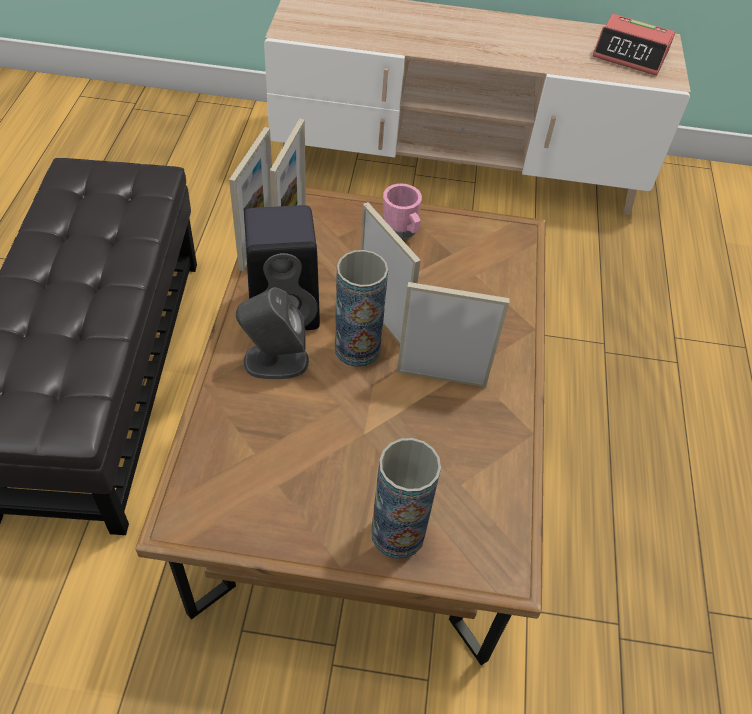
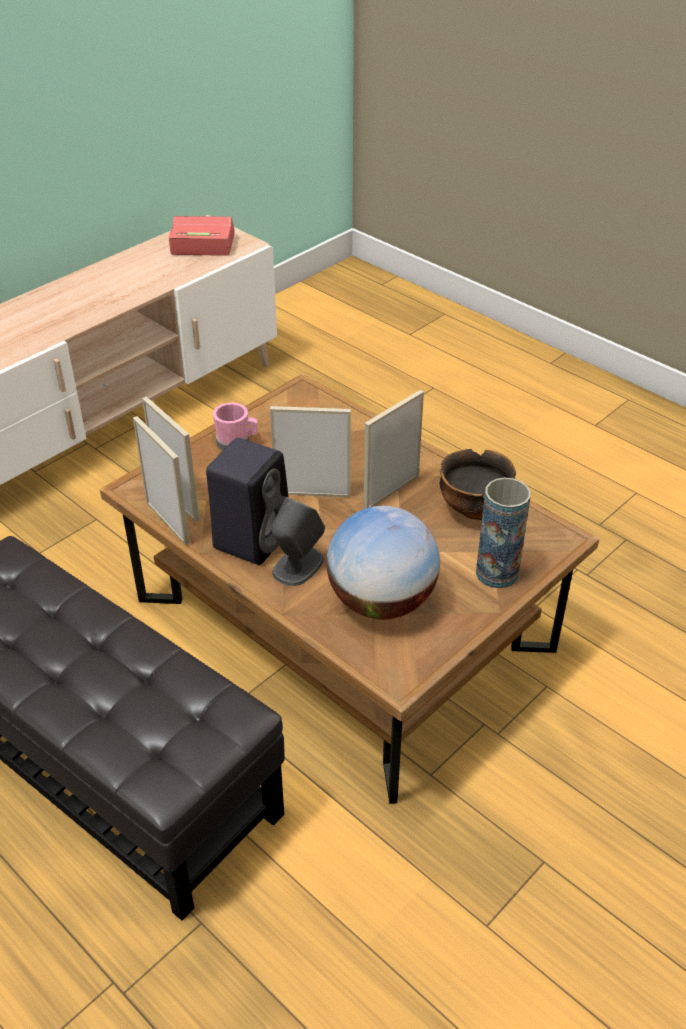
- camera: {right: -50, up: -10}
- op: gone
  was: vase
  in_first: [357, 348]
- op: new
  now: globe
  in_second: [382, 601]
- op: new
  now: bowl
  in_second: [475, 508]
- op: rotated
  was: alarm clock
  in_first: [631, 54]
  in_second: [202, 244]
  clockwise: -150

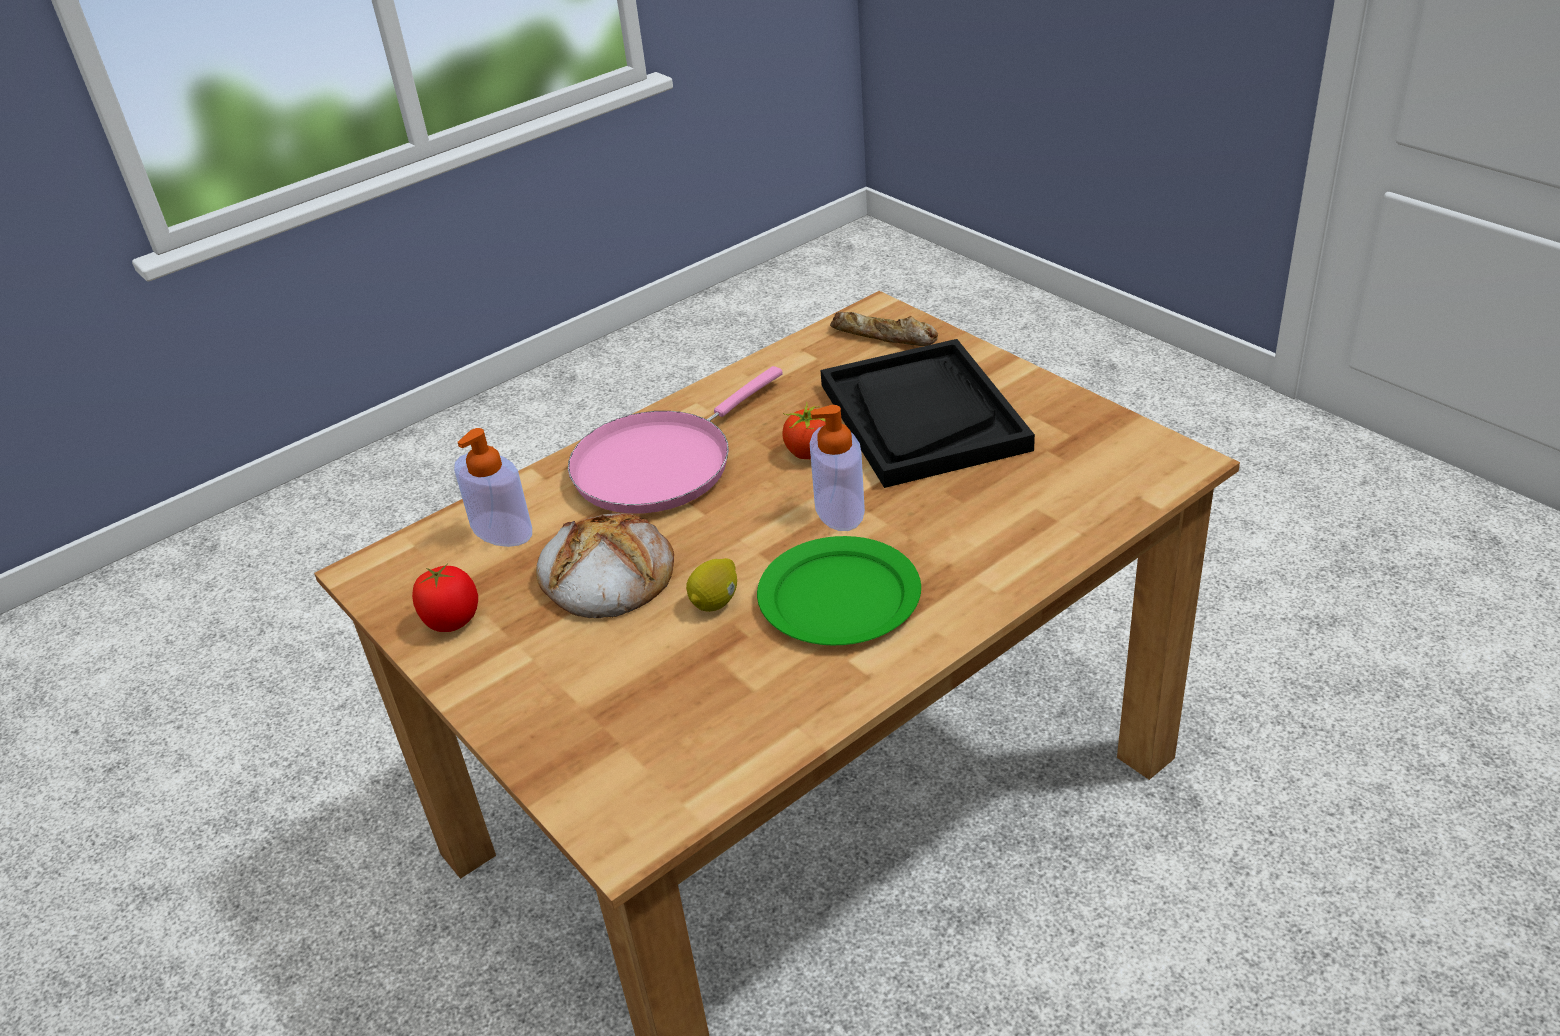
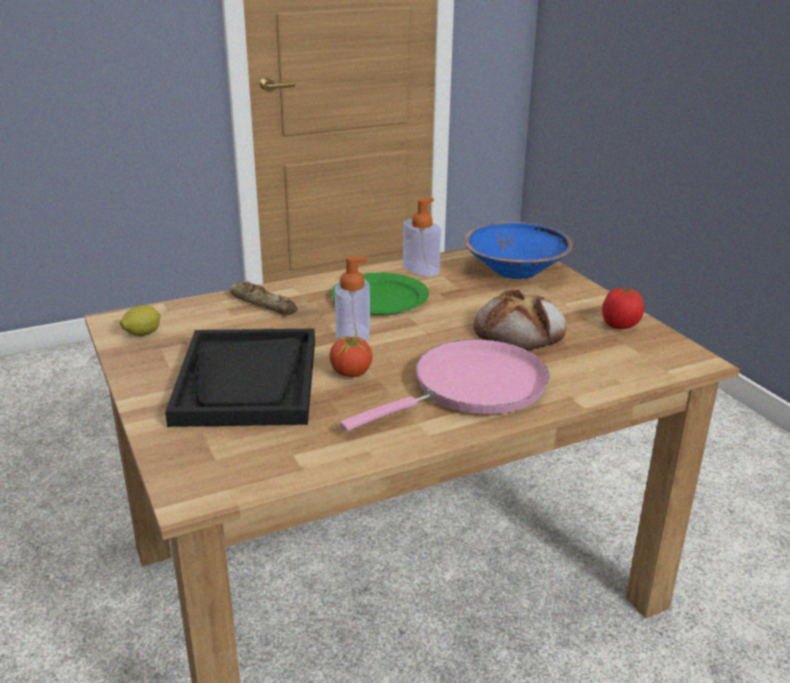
- camera: {right: -170, up: -10}
- op: new
  now: blue bowl
  in_second: [516, 271]
- op: shifted
  was: soap dispenser
  in_first: [501, 529]
  in_second: [421, 269]
- op: shifted
  was: lemon
  in_first: [715, 602]
  in_second: [142, 334]
- op: shifted
  was: bread
  in_first: [884, 336]
  in_second: [263, 304]

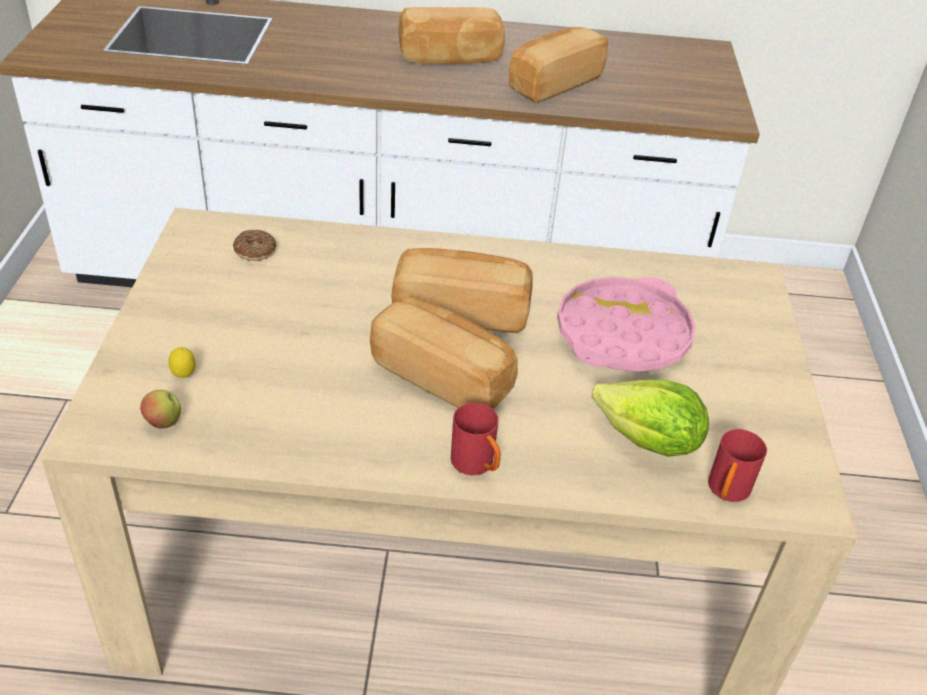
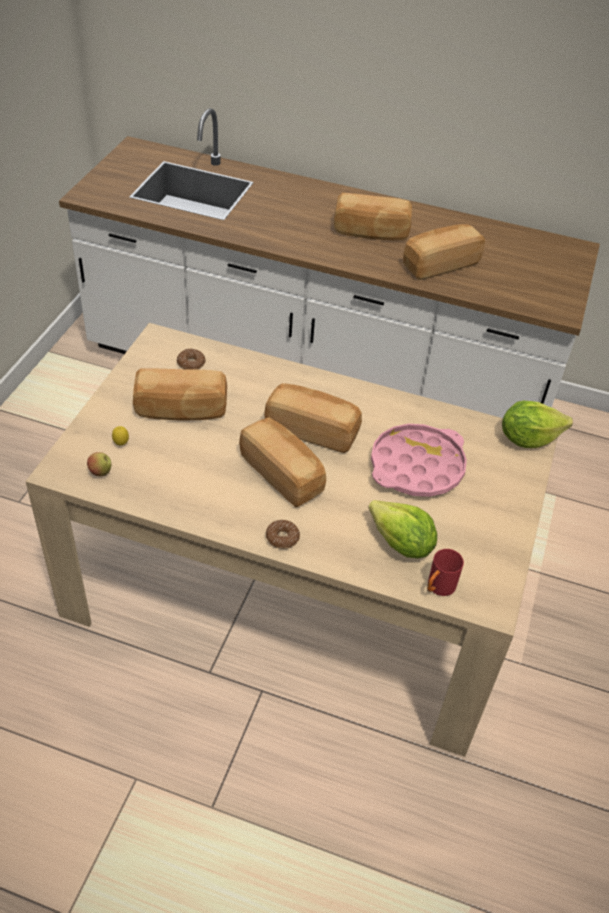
- camera: {right: 15, up: 5}
- op: new
  now: bread
  in_second: [181, 410]
- op: new
  now: lettuce
  in_second: [528, 438]
- op: swapped
  was: red mug
  now: donut
  in_first: [477, 466]
  in_second: [282, 538]

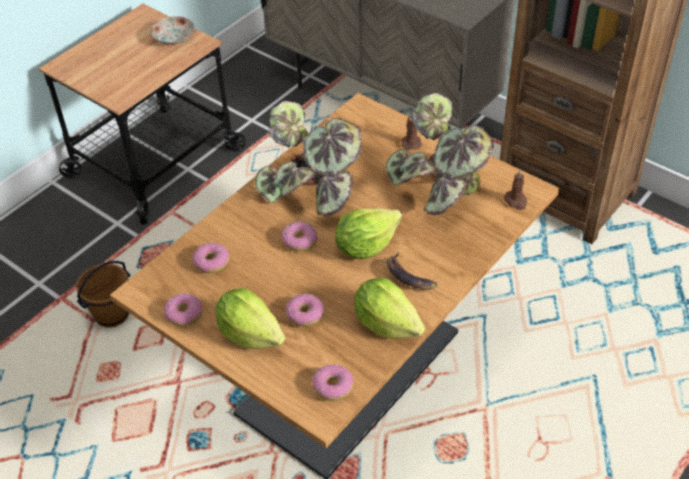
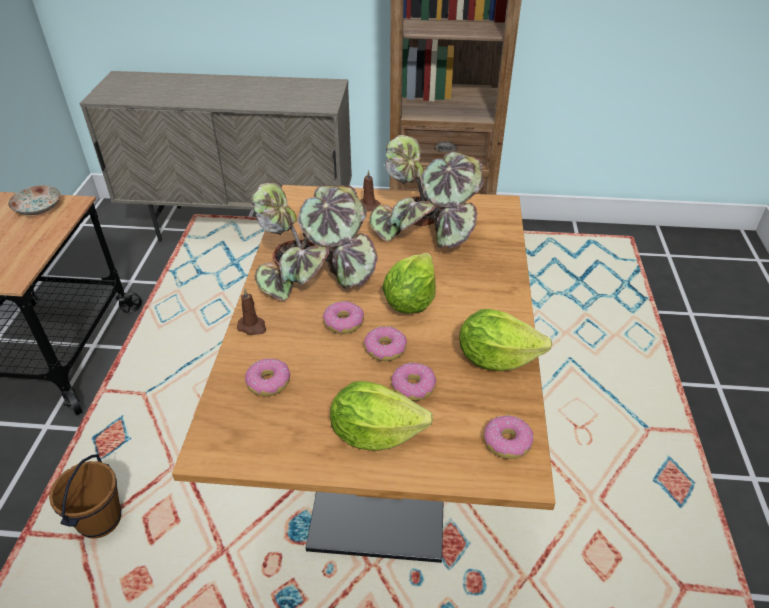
- camera: {right: -35, up: -5}
- op: gone
  was: banana
  in_first: [408, 276]
- op: shifted
  was: donut
  in_first: [184, 314]
  in_second: [385, 349]
- op: shifted
  was: brown candle
  in_first: [516, 201]
  in_second: [252, 327]

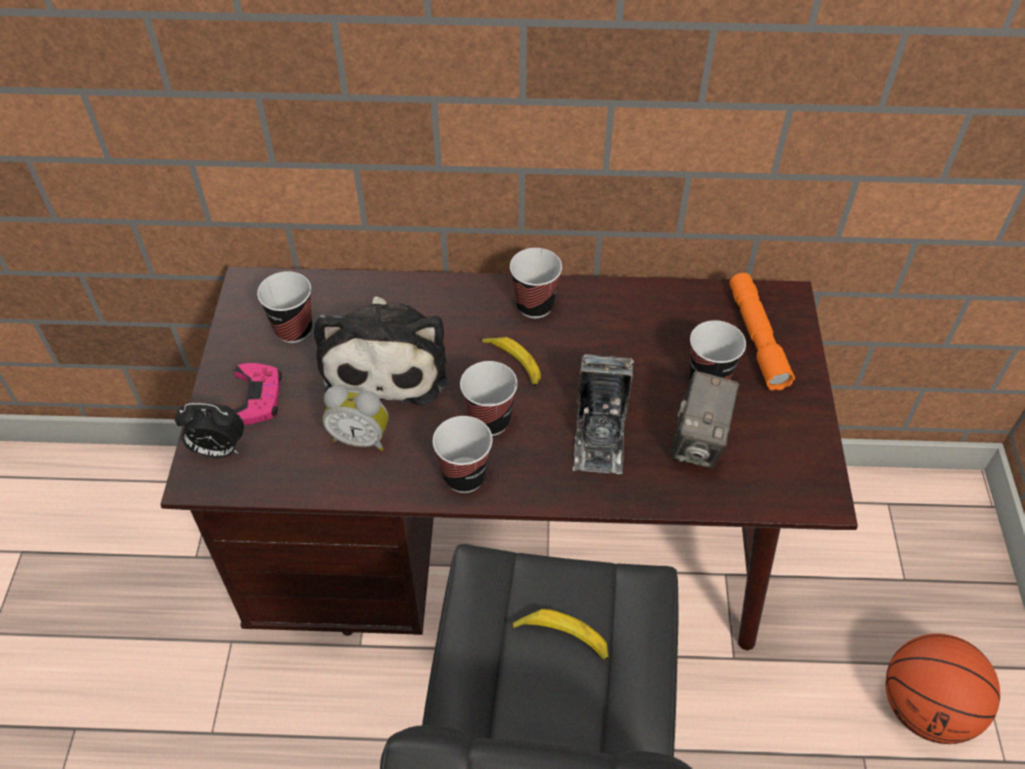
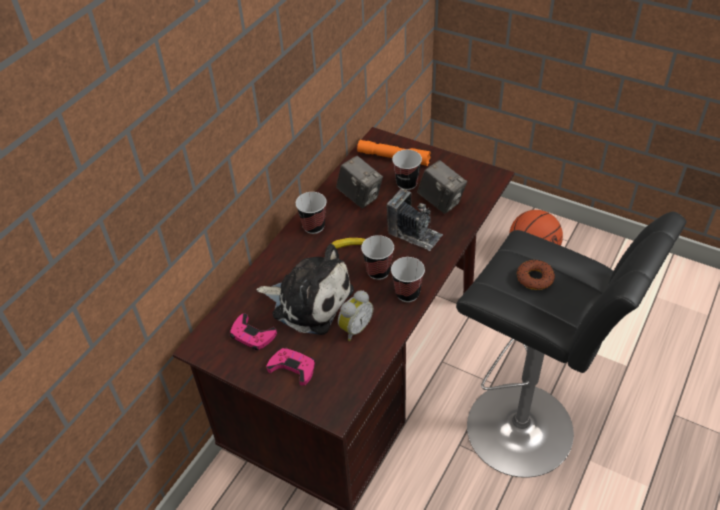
- camera: {right: -60, up: -5}
- op: gone
  was: alarm clock
  in_first: [218, 450]
- op: new
  now: photo camera
  in_second: [360, 196]
- op: swapped
  was: cup
  now: pink game controller
  in_first: [293, 329]
  in_second: [252, 335]
- op: swapped
  was: banana
  now: donut
  in_first: [562, 639]
  in_second: [534, 278]

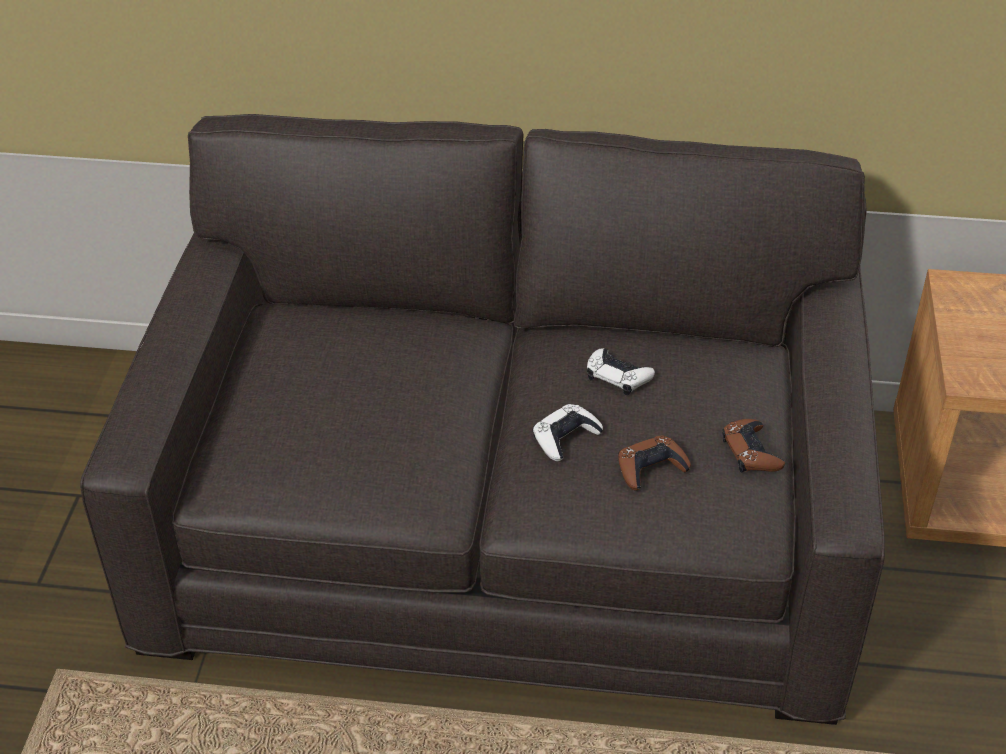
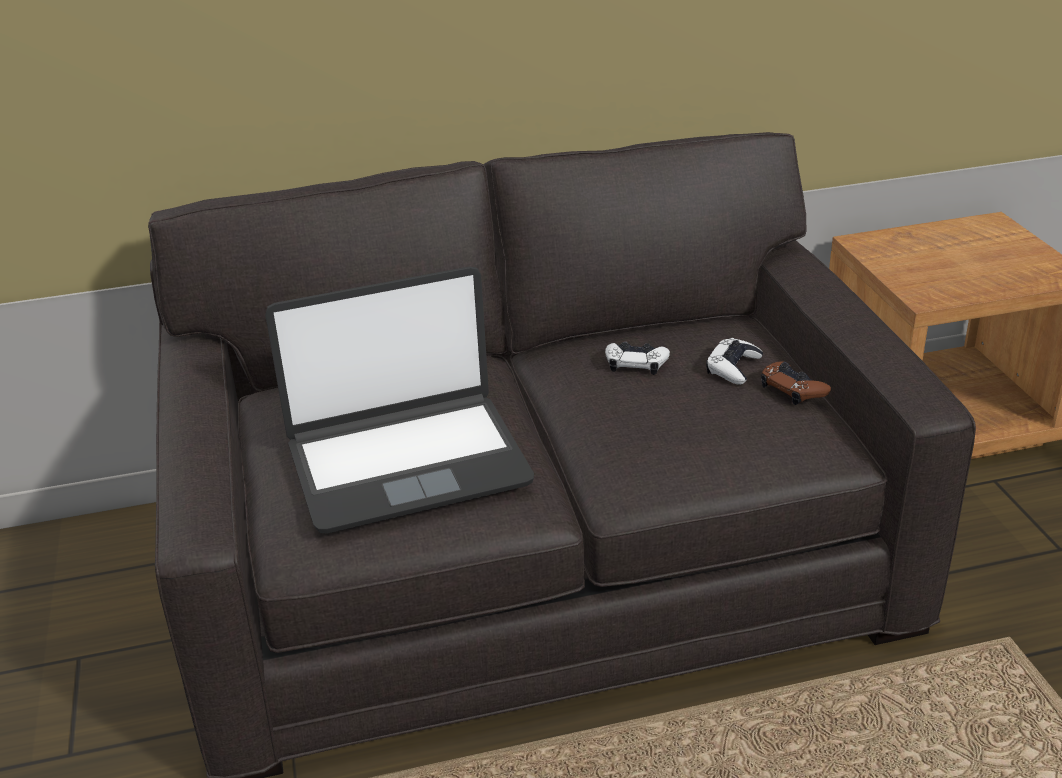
- camera: {right: -20, up: -10}
- op: gone
  was: brown game controller
  in_first: [651, 468]
- op: new
  now: laptop
  in_second: [407, 463]
- op: shifted
  was: white game controller
  in_first: [565, 437]
  in_second: [733, 367]

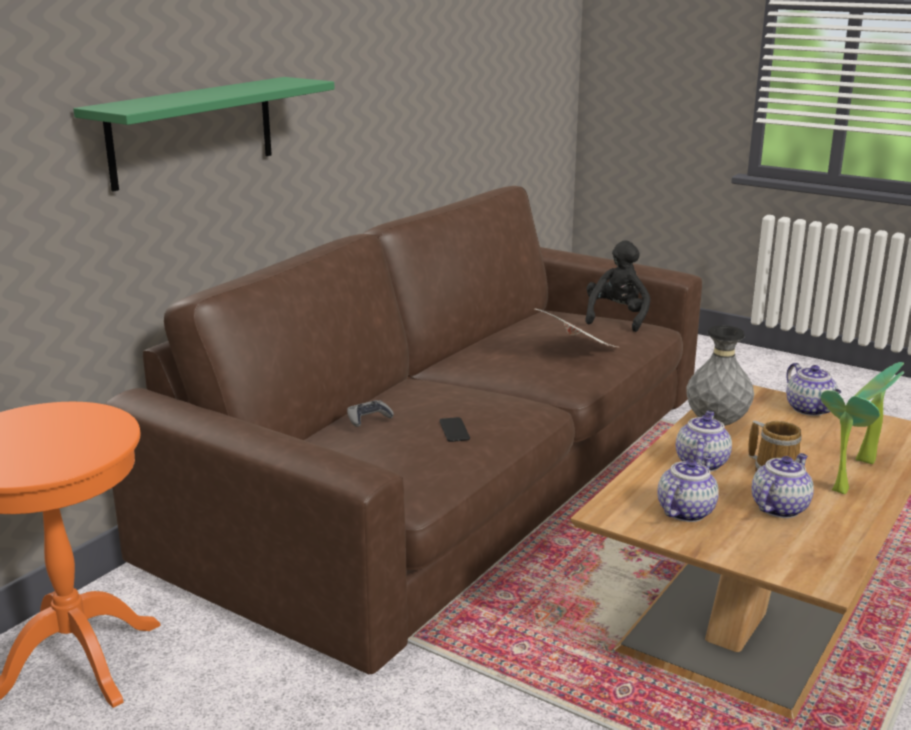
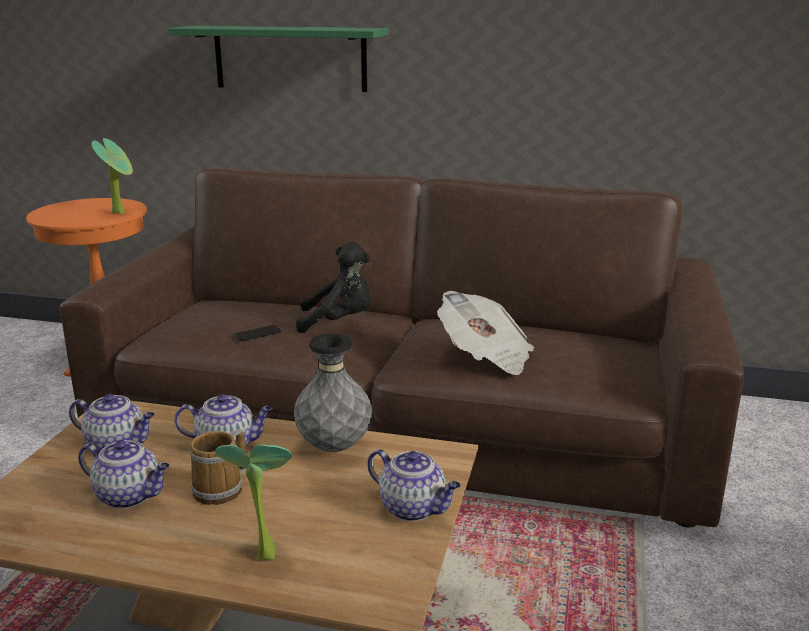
- camera: {right: 70, up: 0}
- op: gone
  was: grey game controller
  in_first: [368, 418]
- op: shifted
  was: black plush toy
  in_first: [617, 318]
  in_second: [339, 322]
- op: shifted
  was: potted plant
  in_first: [838, 488]
  in_second: [121, 212]
- op: rotated
  was: teapot
  in_first: [810, 409]
  in_second: [414, 508]
  clockwise: -105

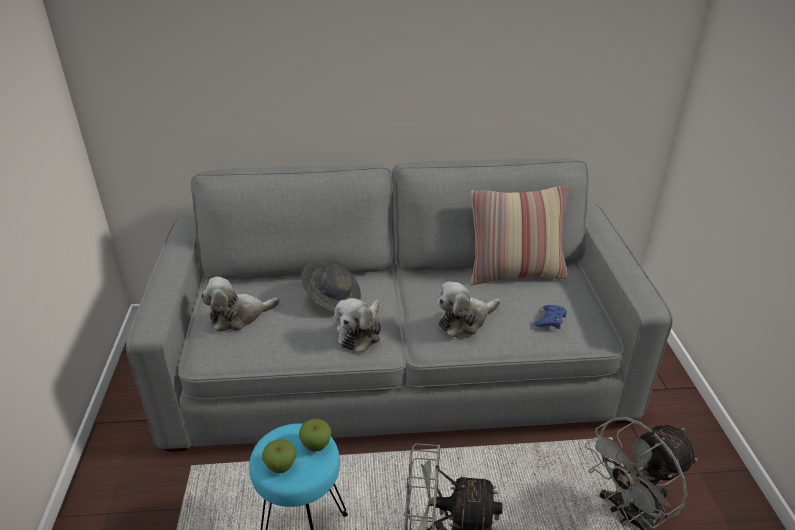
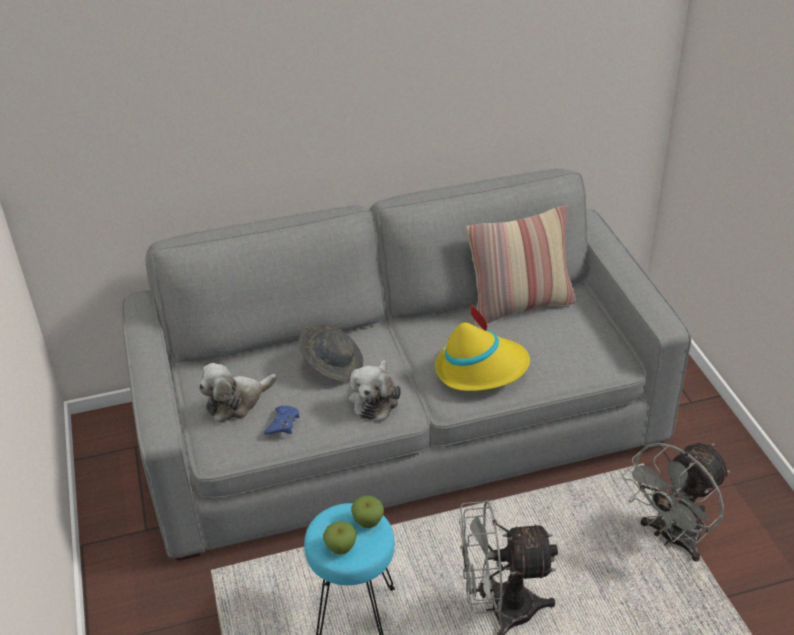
- camera: {right: -10, up: 5}
- op: shifted
  was: blue game controller
  in_first: [550, 320]
  in_second: [283, 424]
- op: swapped
  was: plush toy
  now: yellow hat
  in_first: [465, 320]
  in_second: [481, 368]

